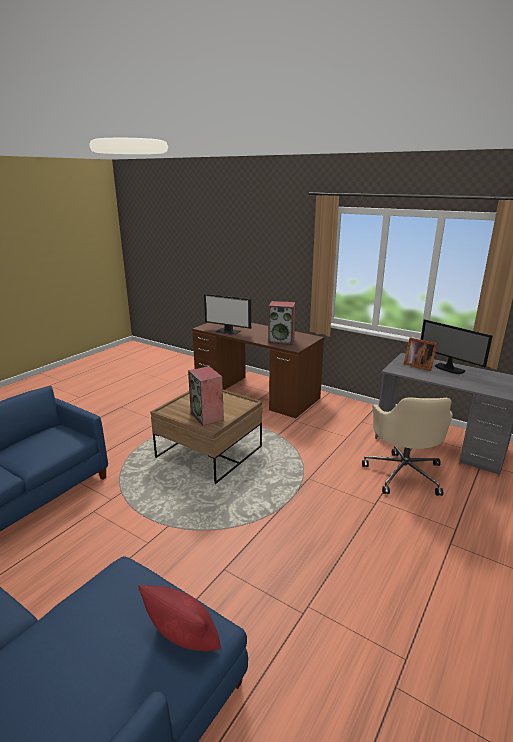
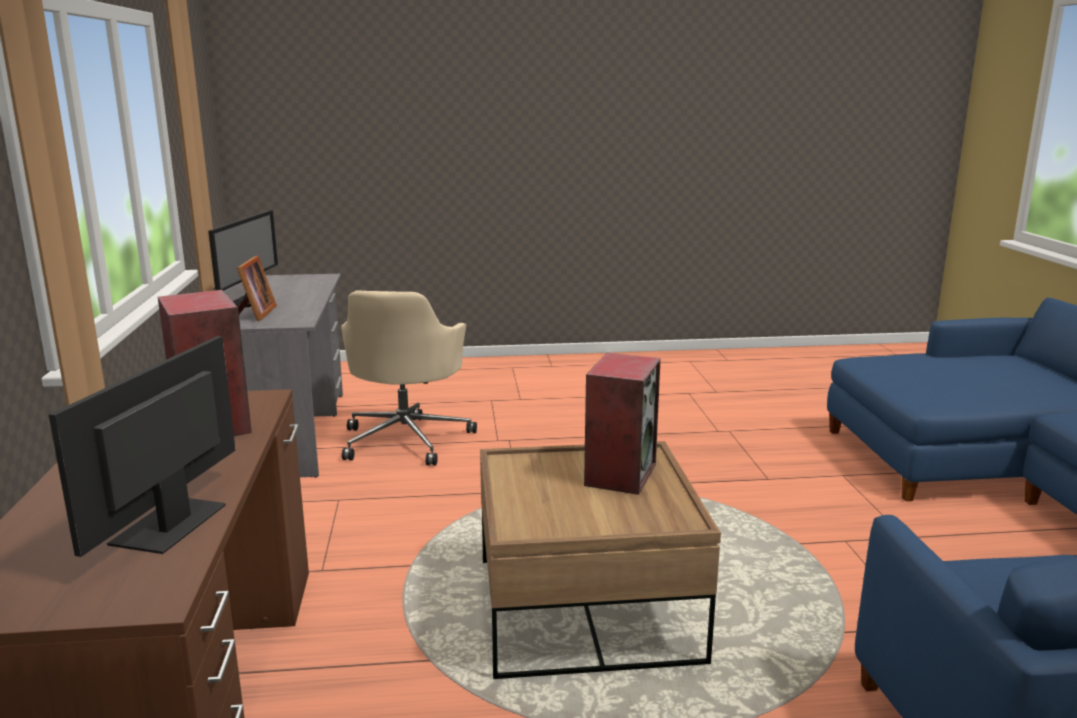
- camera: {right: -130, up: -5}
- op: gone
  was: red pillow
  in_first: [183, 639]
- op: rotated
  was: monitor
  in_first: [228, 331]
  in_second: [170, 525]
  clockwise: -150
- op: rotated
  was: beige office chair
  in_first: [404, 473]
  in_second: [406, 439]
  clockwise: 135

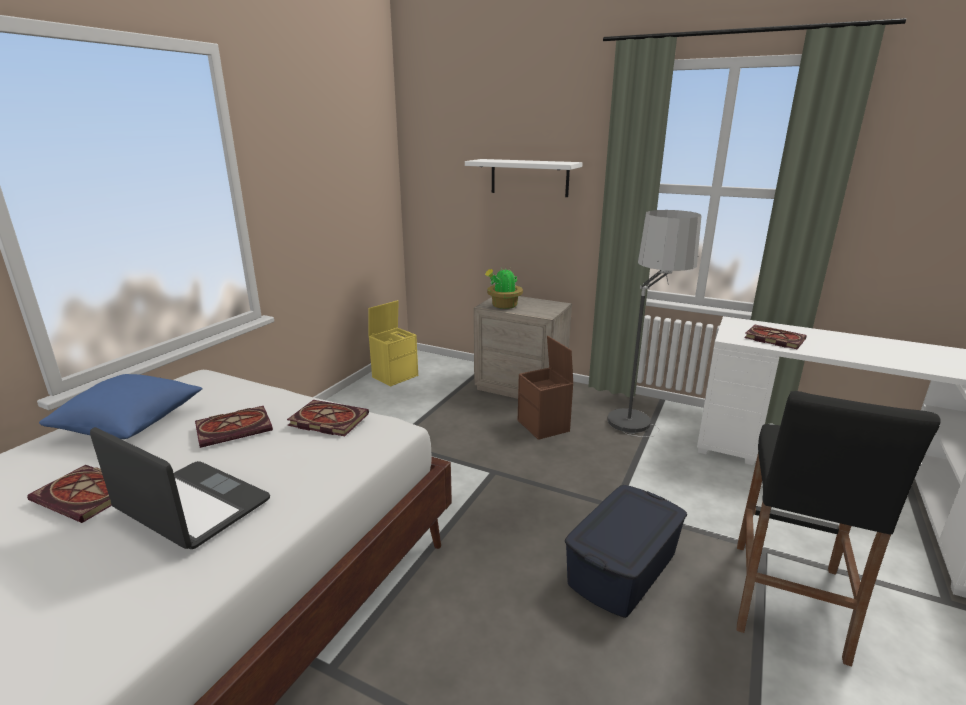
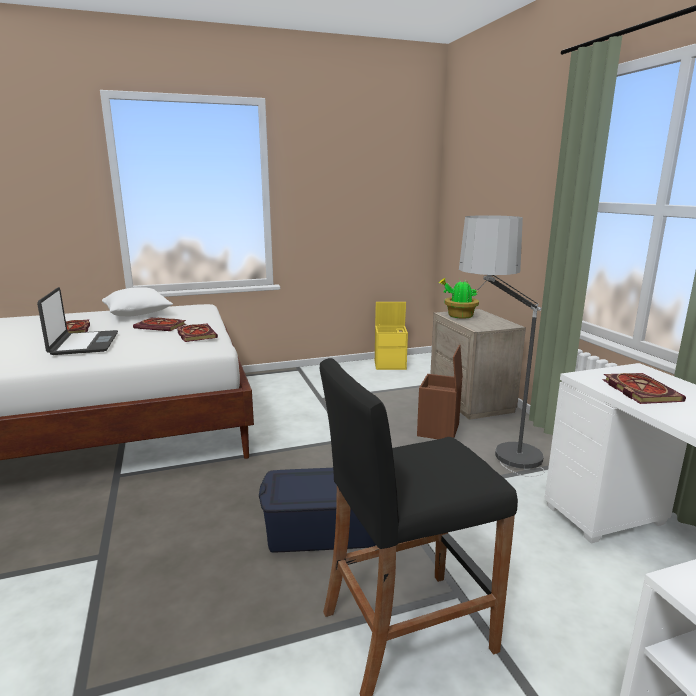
- camera: {right: 45, up: -5}
- op: gone
  was: white shelf
  in_first: [529, 177]
- op: repainted
  was: blue pillow
  now: white pillow
  in_first: [131, 424]
  in_second: [138, 314]

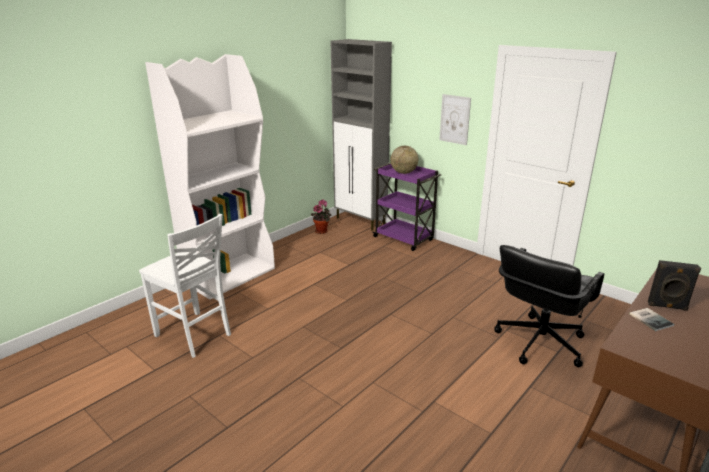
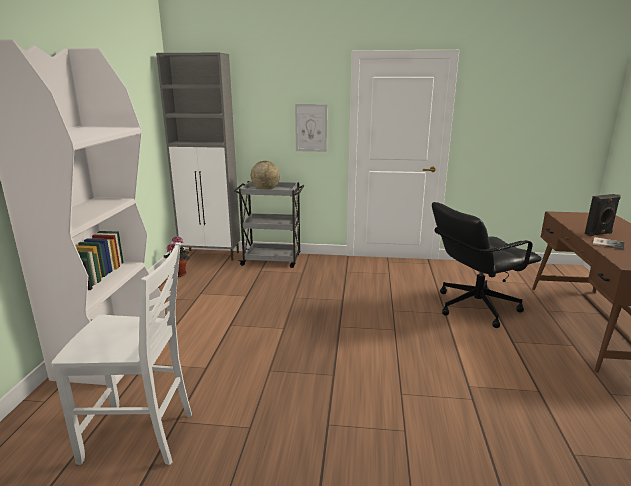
- camera: {right: -35, up: -5}
- op: repainted
  was: purple cart
  now: grey cart
  in_first: [404, 239]
  in_second: [272, 260]
- op: rotated
  was: black office chair
  in_first: [539, 342]
  in_second: [475, 307]
  clockwise: 60

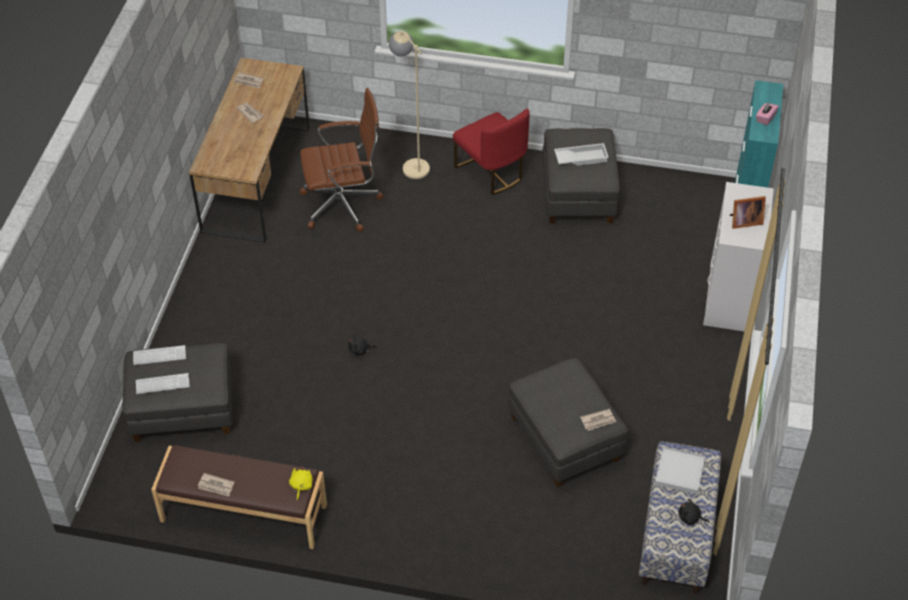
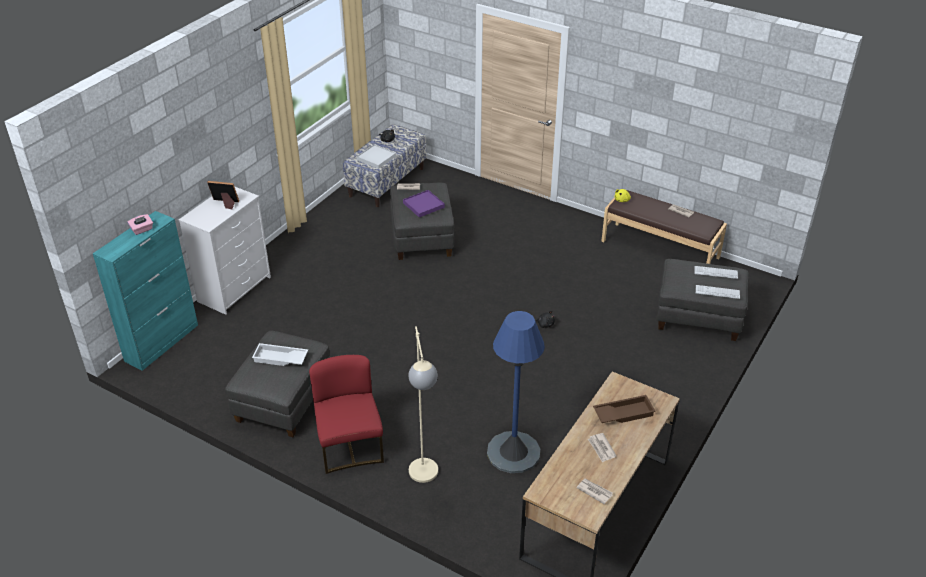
- camera: {right: -160, up: -10}
- op: new
  now: purple tray
  in_second: [423, 205]
- op: new
  now: brown tray
  in_second: [623, 413]
- op: swapped
  was: brown office chair
  now: blue floor lamp
  in_first: [343, 204]
  in_second: [513, 452]

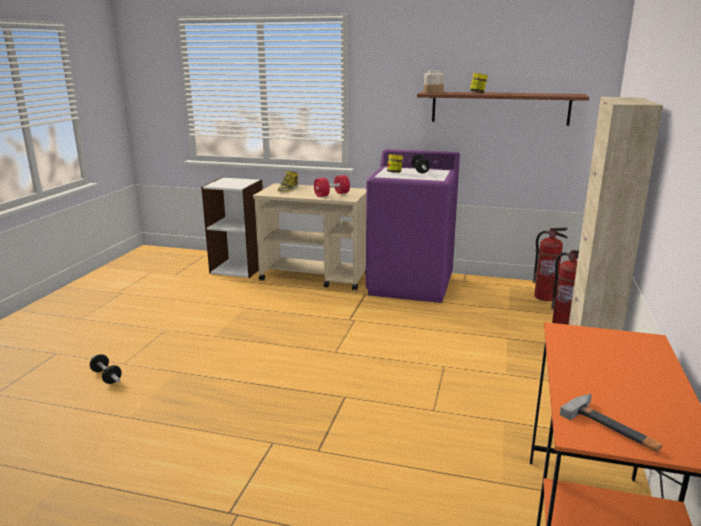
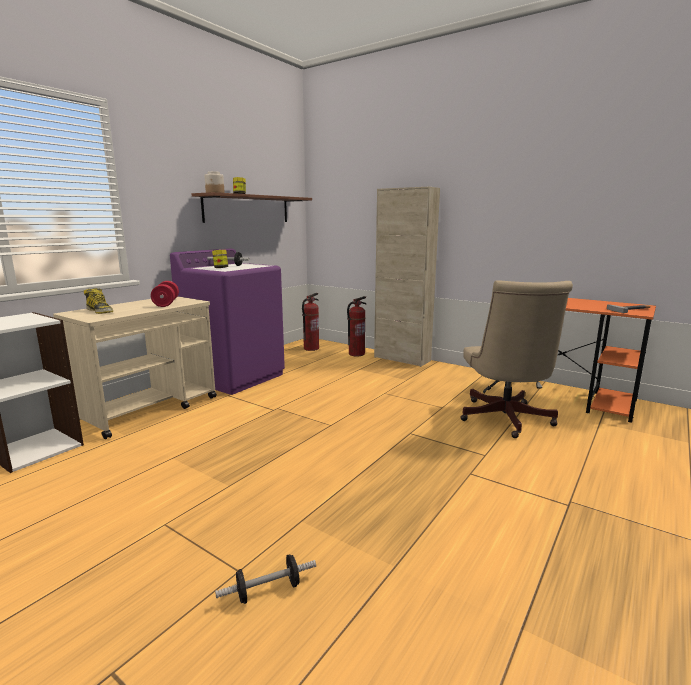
- camera: {right: -70, up: -5}
- op: new
  now: beige office chair
  in_second: [505, 420]

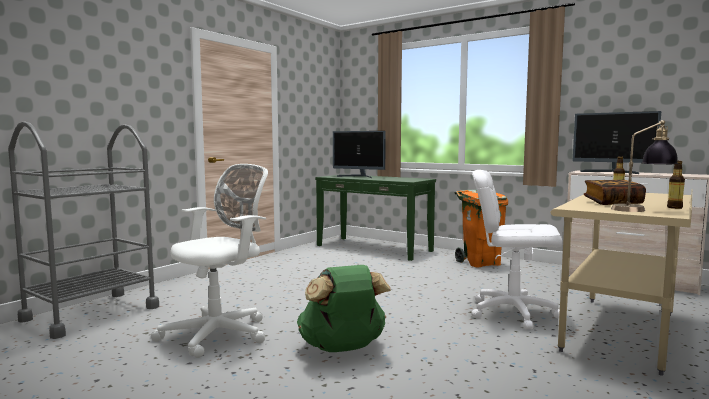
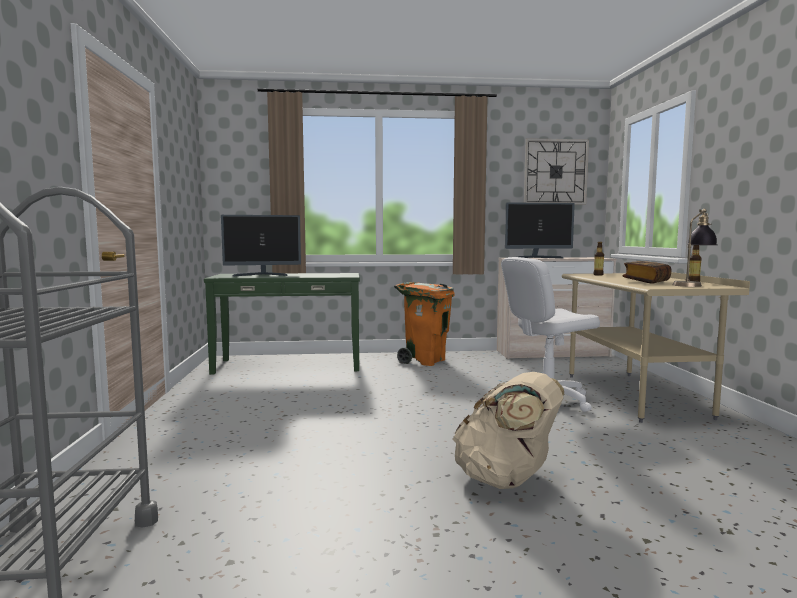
- camera: {right: -40, up: 0}
- op: gone
  was: white office chair
  in_first: [220, 333]
- op: new
  now: wall clock
  in_second: [555, 172]
- op: repainted
  was: green backpack
  now: beige backpack
  in_first: [343, 348]
  in_second: [507, 480]

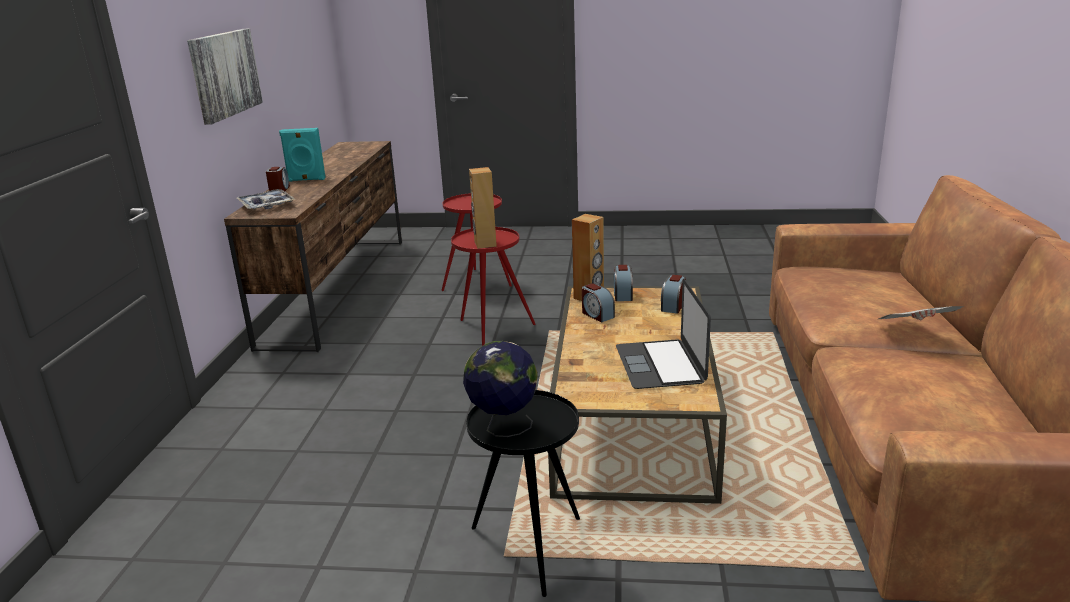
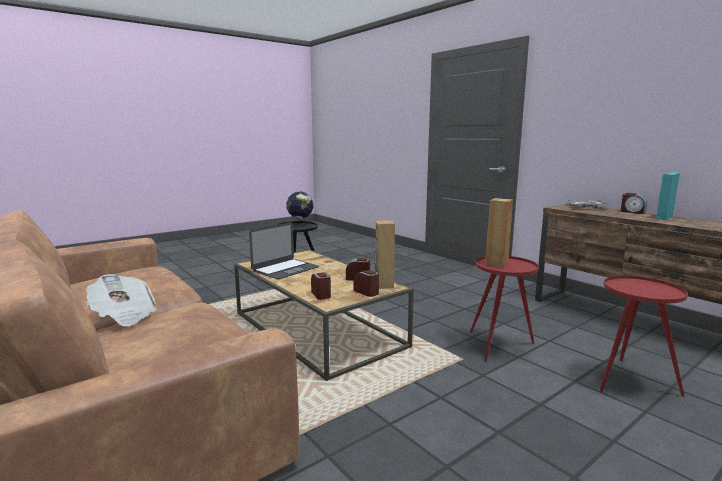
- camera: {right: 135, up: -10}
- op: gone
  was: picture
  in_first: [224, 74]
- op: rotated
  was: laptop
  in_first: [660, 364]
  in_second: [285, 269]
  clockwise: 90

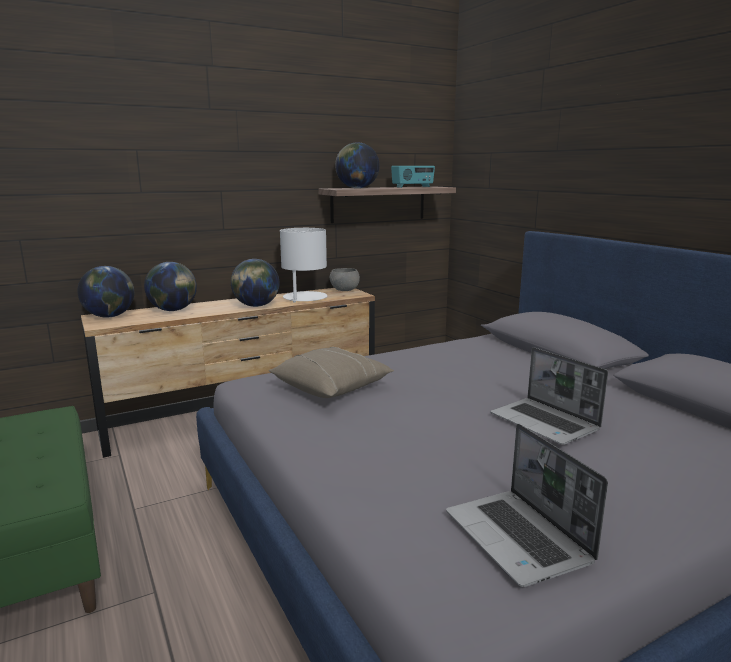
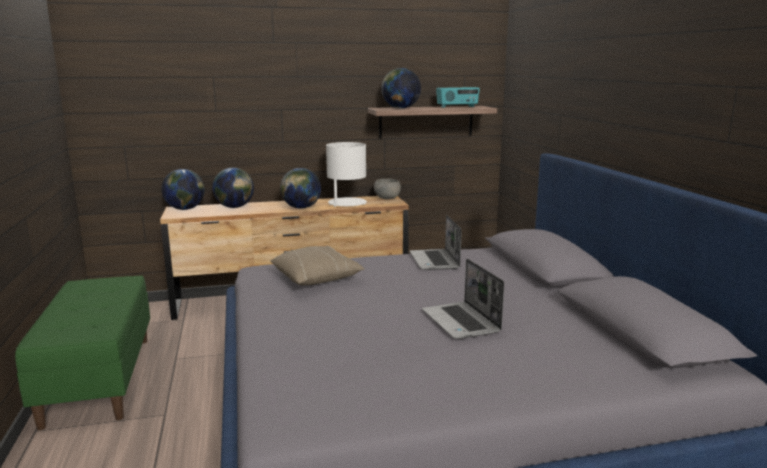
- camera: {right: 15, up: 0}
- op: shifted
  was: laptop
  in_first: [519, 538]
  in_second: [435, 261]

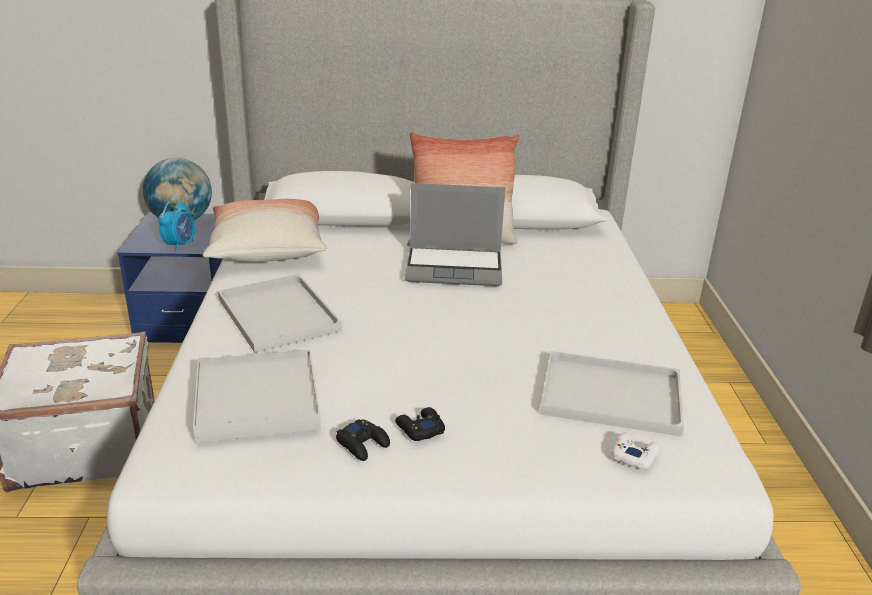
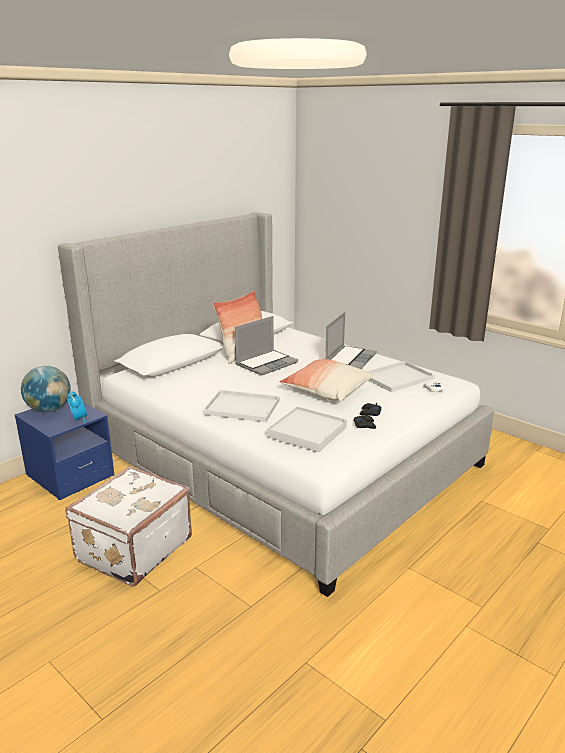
- camera: {right: -45, up: -5}
- op: new
  now: laptop
  in_second: [350, 358]
- op: shifted
  was: pillow
  in_first: [267, 248]
  in_second: [326, 391]

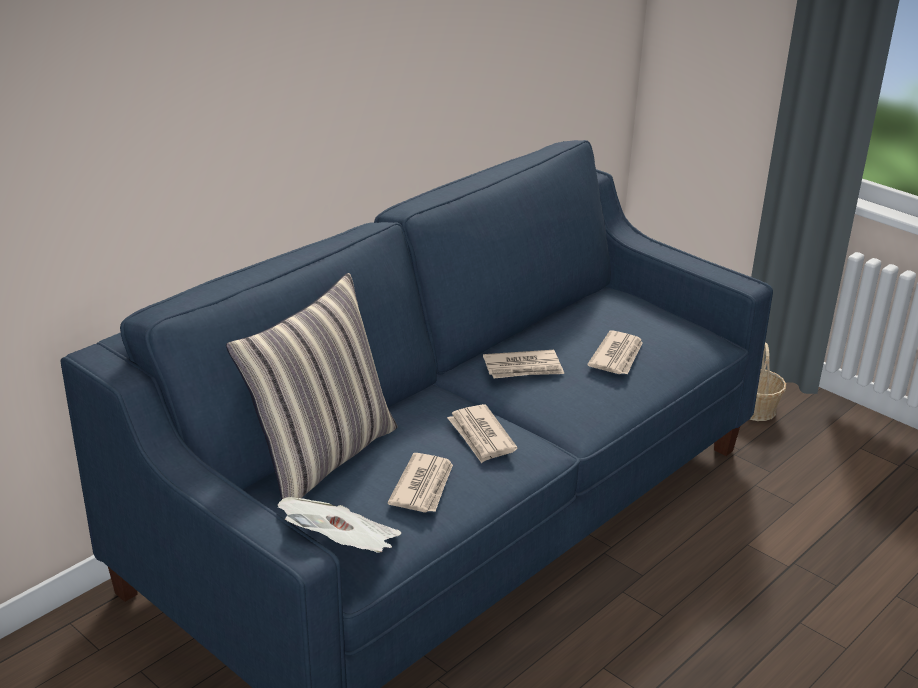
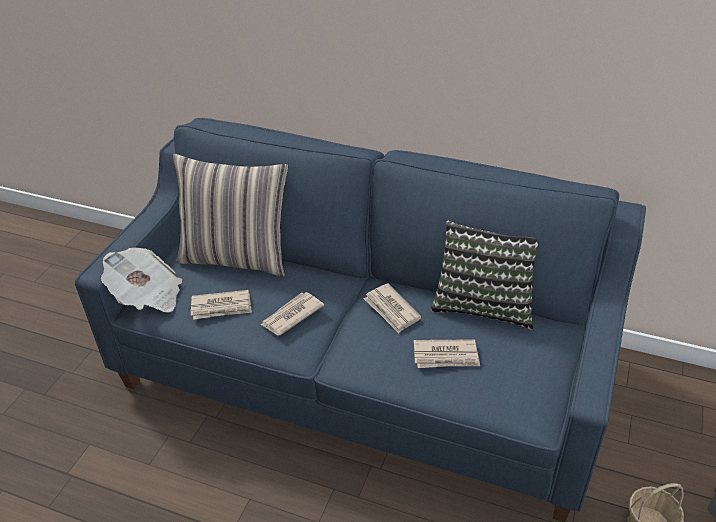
- camera: {right: 70, up: 10}
- op: new
  now: pillow
  in_second: [484, 304]

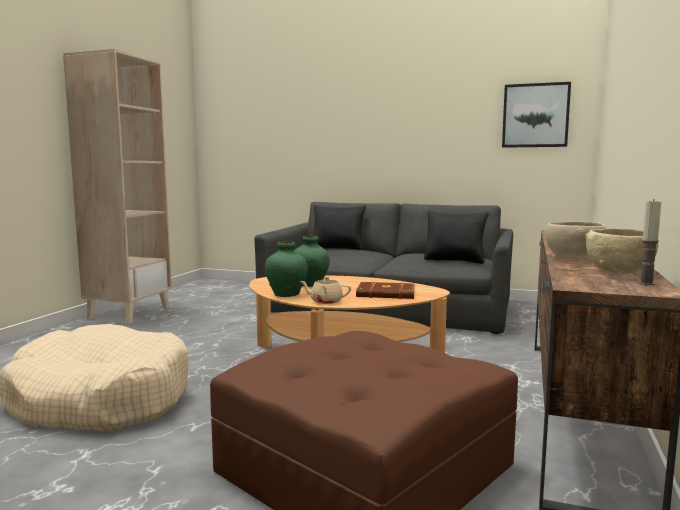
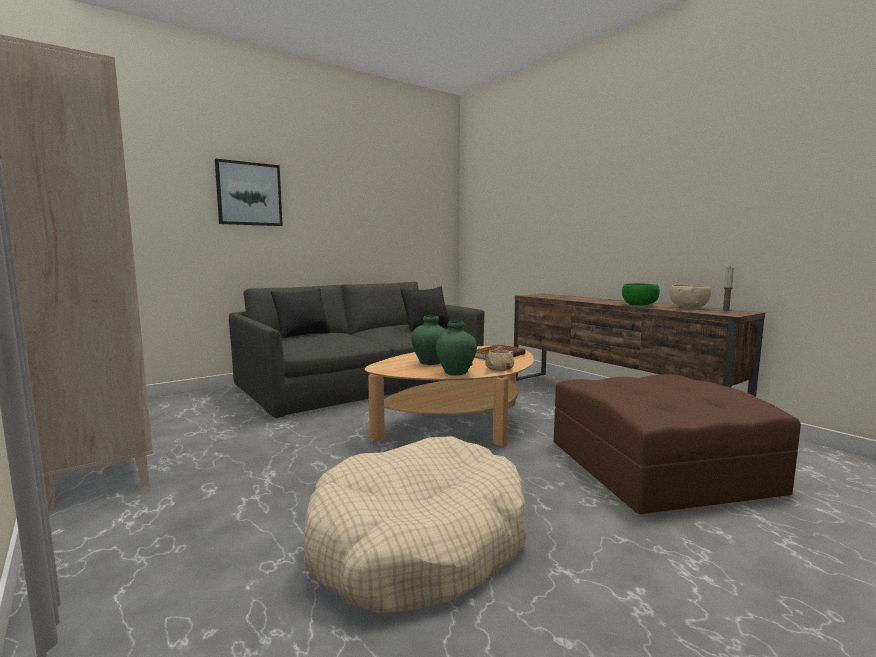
- camera: {right: -55, up: 0}
- op: shifted
  was: picture
  in_first: [535, 115]
  in_second: [249, 194]
- op: repainted
  was: beige bowl
  now: green bowl
  in_first: [574, 258]
  in_second: [639, 305]

